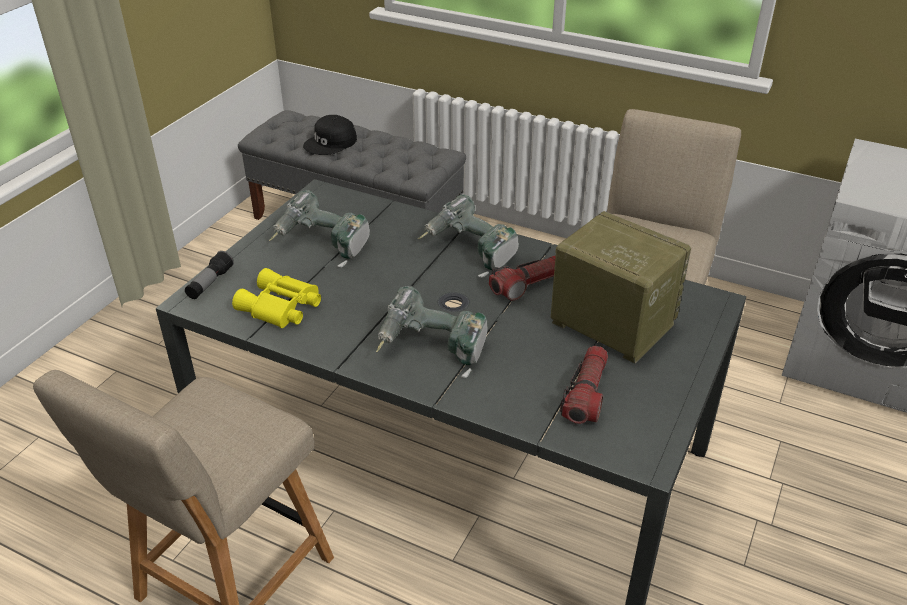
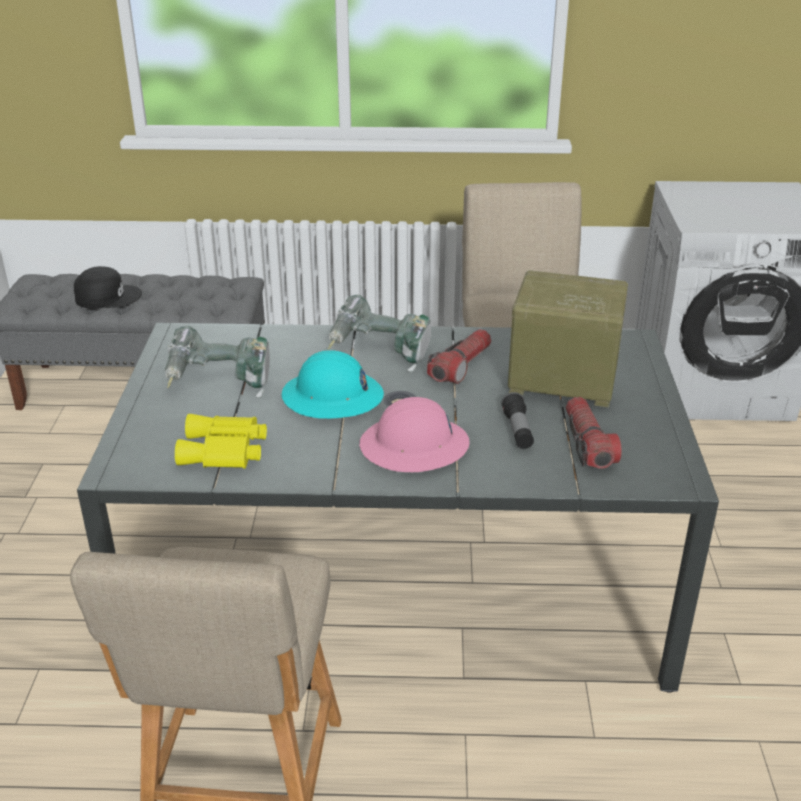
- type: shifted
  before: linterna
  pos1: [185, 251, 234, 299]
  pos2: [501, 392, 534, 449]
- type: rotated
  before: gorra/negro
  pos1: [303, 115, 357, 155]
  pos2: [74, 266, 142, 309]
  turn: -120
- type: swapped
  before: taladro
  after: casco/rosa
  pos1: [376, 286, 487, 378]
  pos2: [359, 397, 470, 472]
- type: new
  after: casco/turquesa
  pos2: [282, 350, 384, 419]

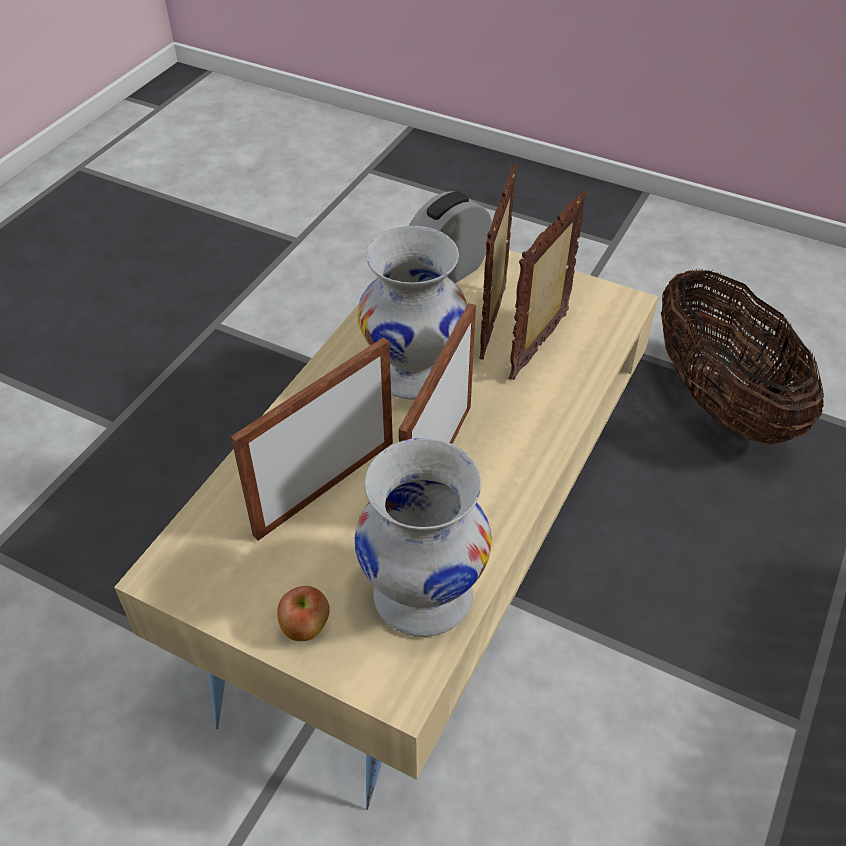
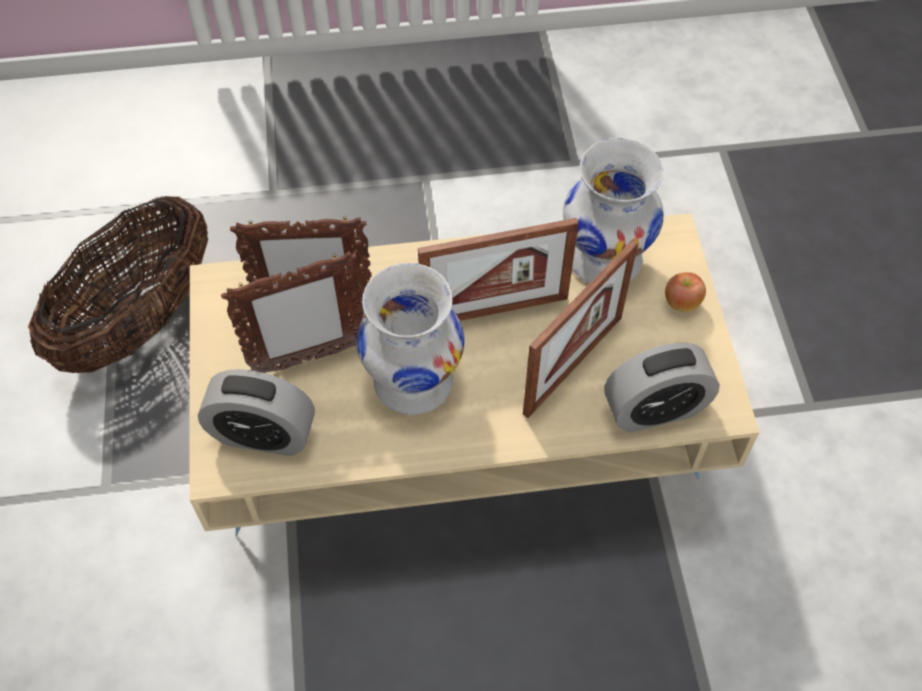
- type: rotated
  before: portarretratos
  pos1: [231, 337, 393, 541]
  pos2: [523, 240, 638, 418]
  turn: -60
- type: new
  after: despertador
  pos2: [604, 343, 720, 432]

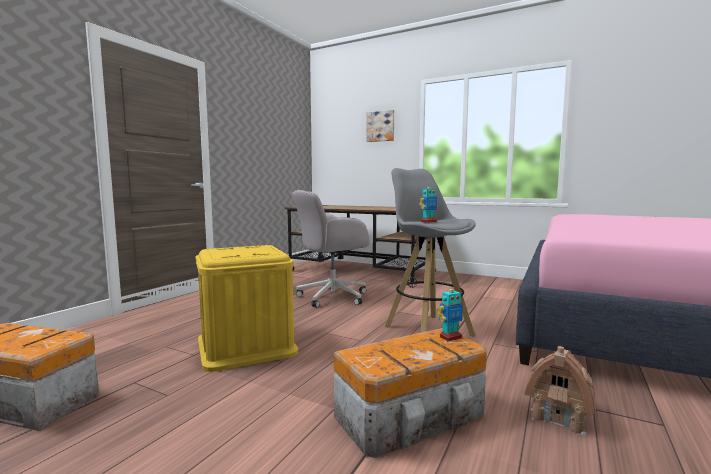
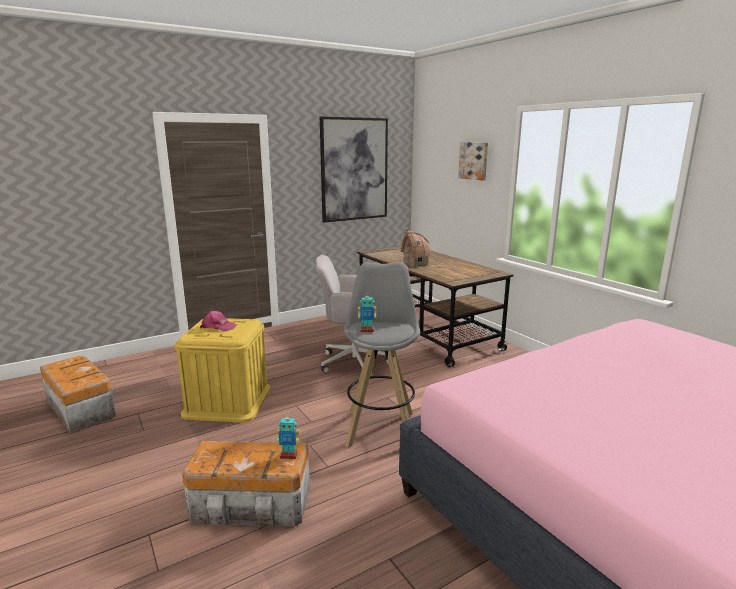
- type: shifted
  before: casita
  pos1: [524, 346, 596, 436]
  pos2: [401, 229, 431, 267]
- type: new
  after: gorra/rosa
  pos2: [200, 311, 237, 331]
- type: new
  after: cuadro
  pos2: [320, 117, 388, 223]

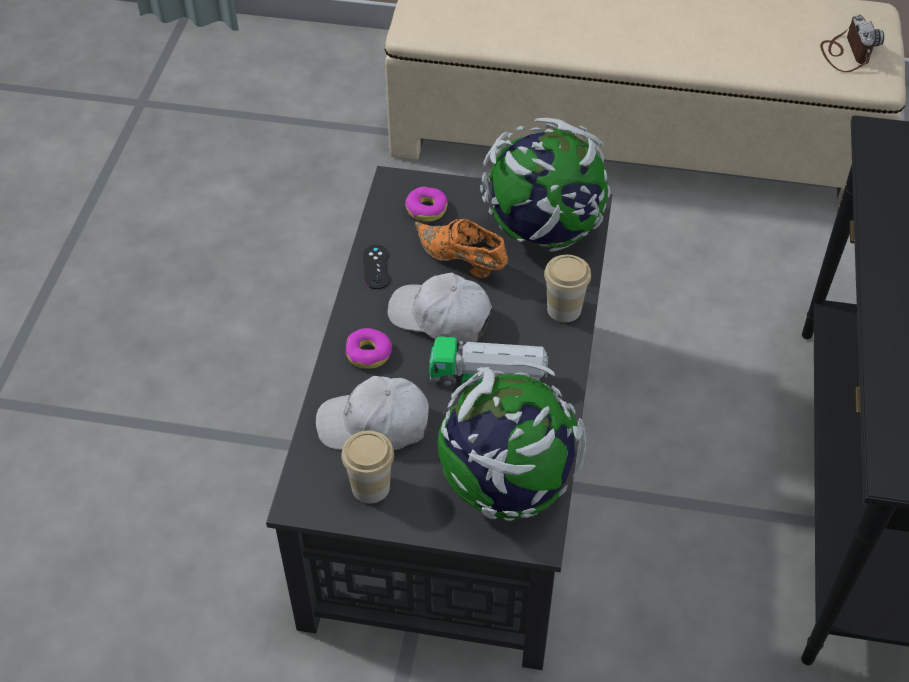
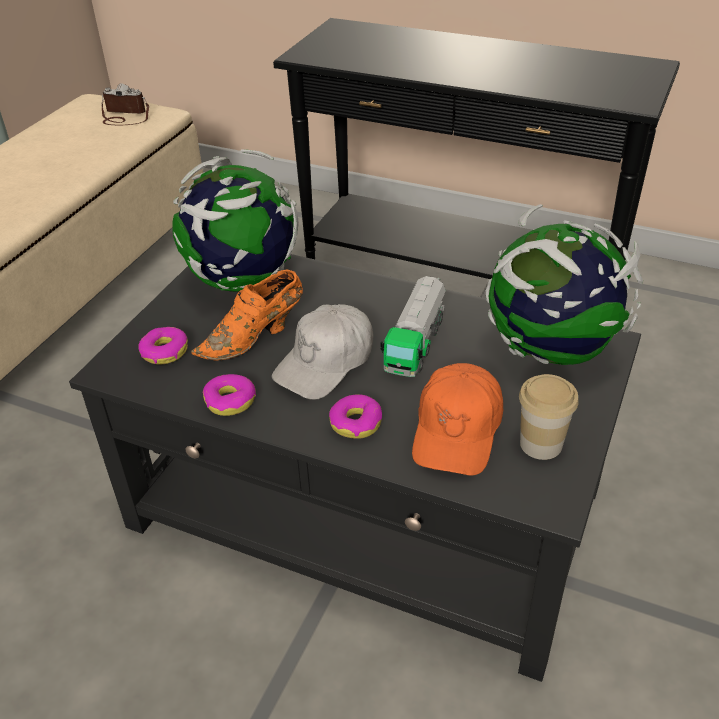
- type: repainted
  before: gorra/blanco
  after: gorra/naranja
  pos1: [316, 376, 429, 450]
  pos2: [412, 363, 503, 476]
- type: swapped
  before: mando de consola/negro
  after: rosquilla
  pos1: [363, 245, 390, 289]
  pos2: [203, 374, 256, 416]
- type: gone
  before: taza
  pos1: [544, 255, 591, 322]

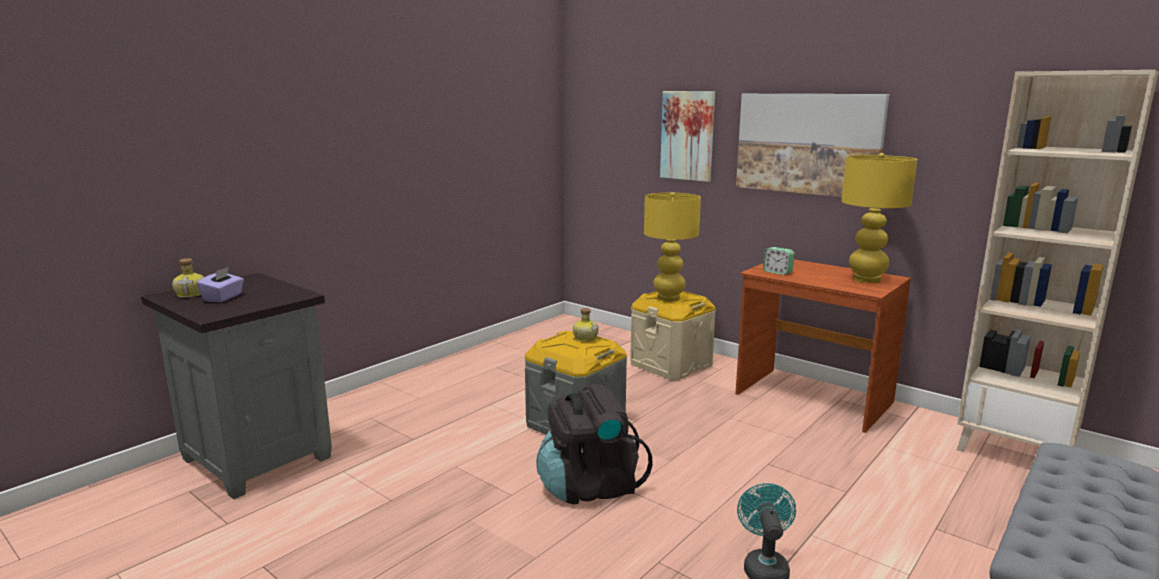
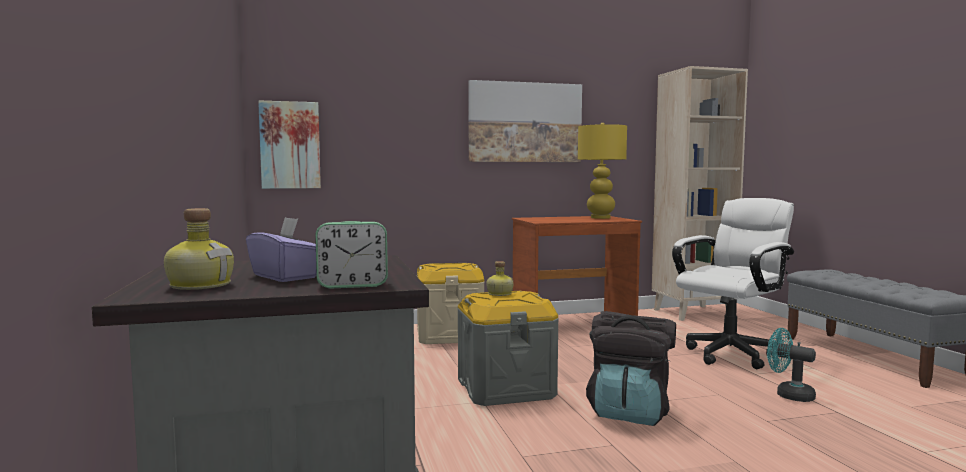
- type: gone
  before: lámpara de mesa/amarillo
  pos1: [644, 192, 701, 302]
- type: shifted
  before: cuadro
  pos1: [660, 91, 715, 182]
  pos2: [258, 101, 321, 189]
- type: shifted
  before: despertador
  pos1: [763, 247, 794, 275]
  pos2: [315, 221, 388, 289]
- type: new
  after: silla de oficina/blanco
  pos2: [672, 198, 794, 369]

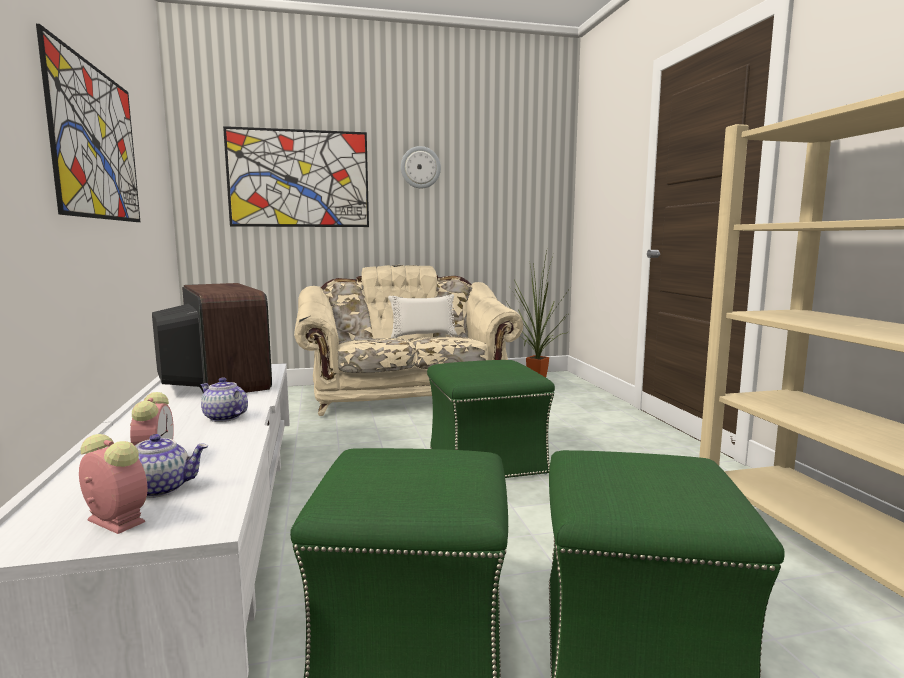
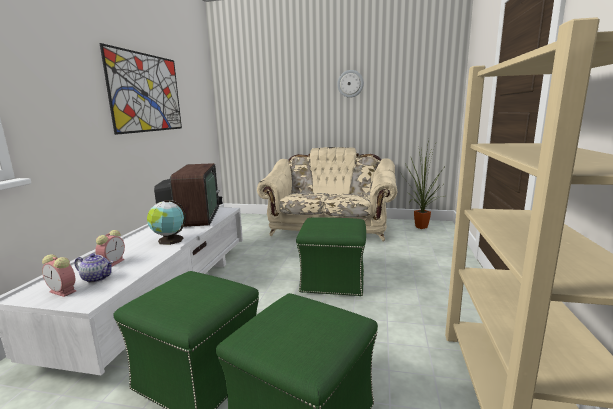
- type: rotated
  before: despertador
  pos1: [79, 434, 147, 534]
  pos2: [42, 254, 76, 297]
  turn: 150
- type: swapped
  before: tetera
  after: globo terráqueo
  pos1: [200, 378, 248, 422]
  pos2: [147, 200, 186, 245]
- type: gone
  before: cuadro
  pos1: [223, 126, 369, 227]
- type: gone
  before: cojín/blanco
  pos1: [388, 294, 457, 338]

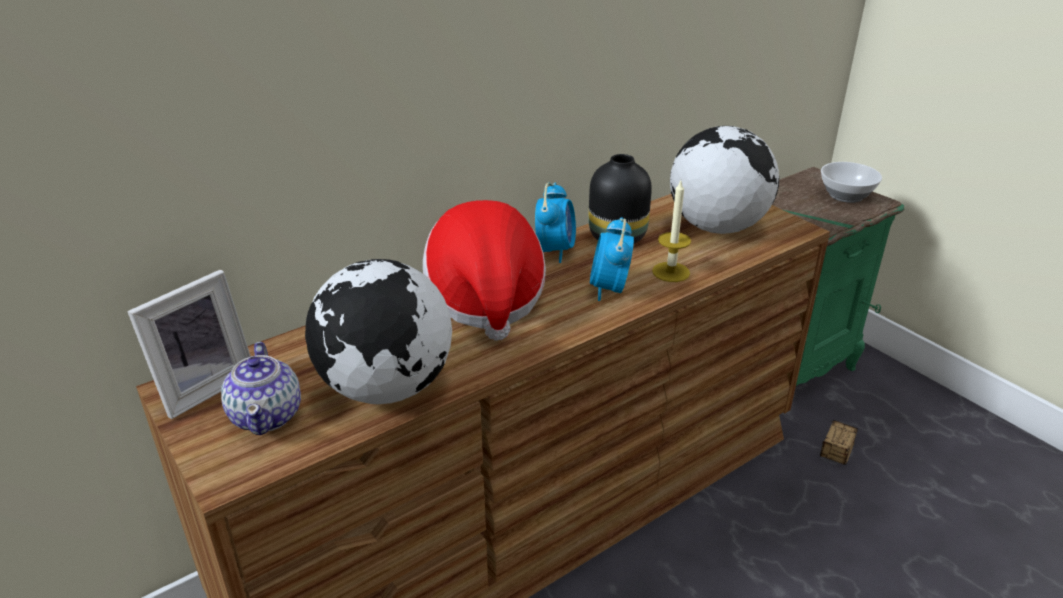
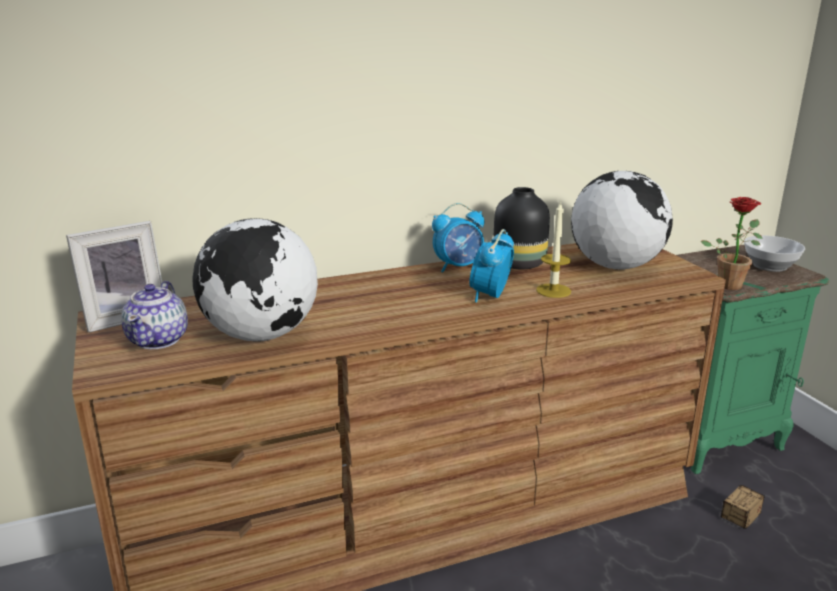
- type: gone
  before: sombrero
  pos1: [423, 200, 546, 341]
- type: rotated
  before: despertador
  pos1: [535, 183, 576, 263]
  pos2: [432, 203, 484, 273]
  turn: 45
- type: new
  after: planta en maceta
  pos2: [701, 197, 763, 290]

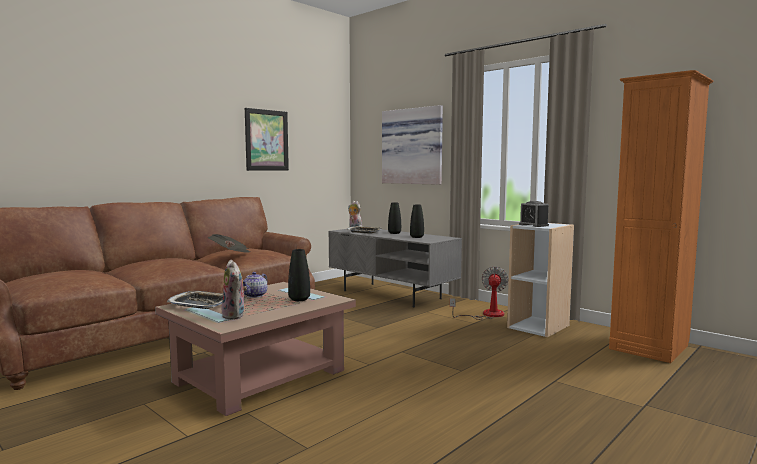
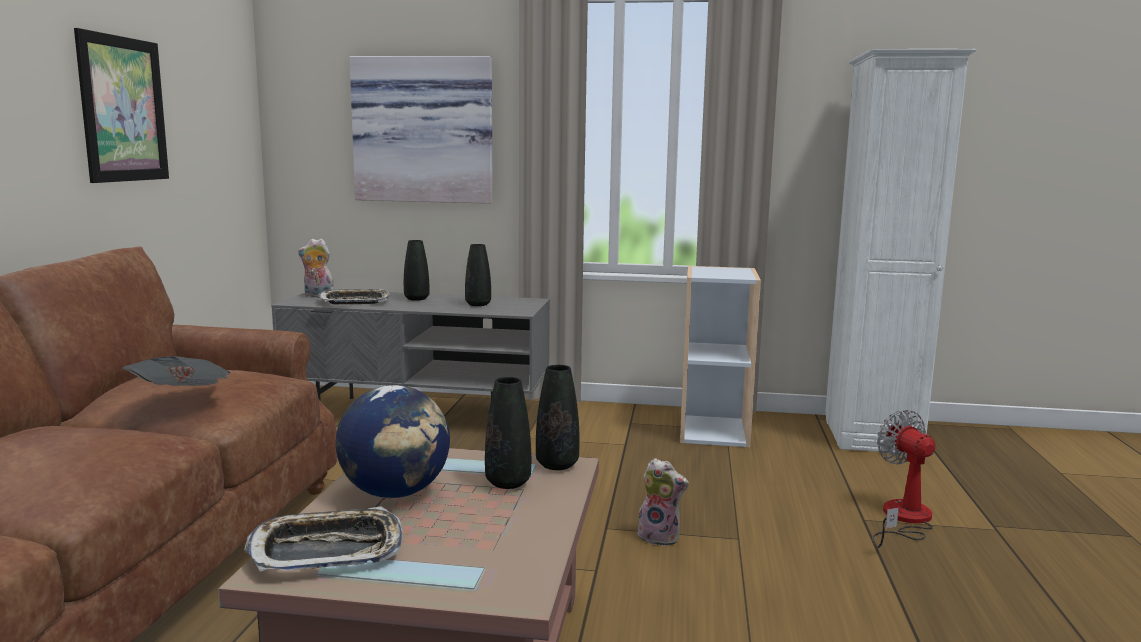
- type: shifted
  before: peluche
  pos1: [222, 260, 247, 320]
  pos2: [634, 458, 689, 547]
- type: swapped
  before: tetera
  after: globo terráqueo
  pos1: [243, 272, 268, 298]
  pos2: [336, 385, 450, 498]
- type: shifted
  before: ventilador
  pos1: [450, 266, 509, 320]
  pos2: [872, 409, 935, 548]
- type: gone
  before: despertador
  pos1: [519, 201, 549, 227]
- type: repainted
  before: armario/naranja
  after: armario/blanco
  pos1: [609, 70, 714, 363]
  pos2: [826, 49, 976, 453]
- type: new
  after: florero/negro
  pos2: [536, 365, 580, 470]

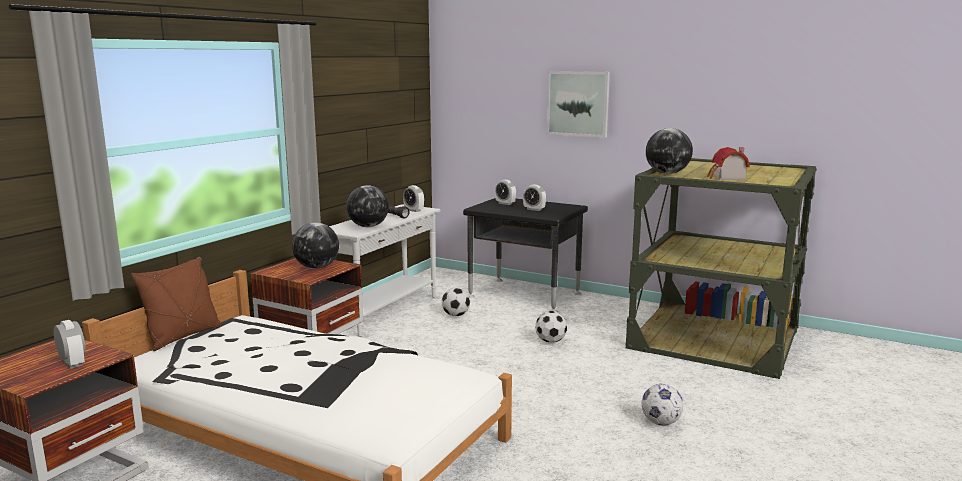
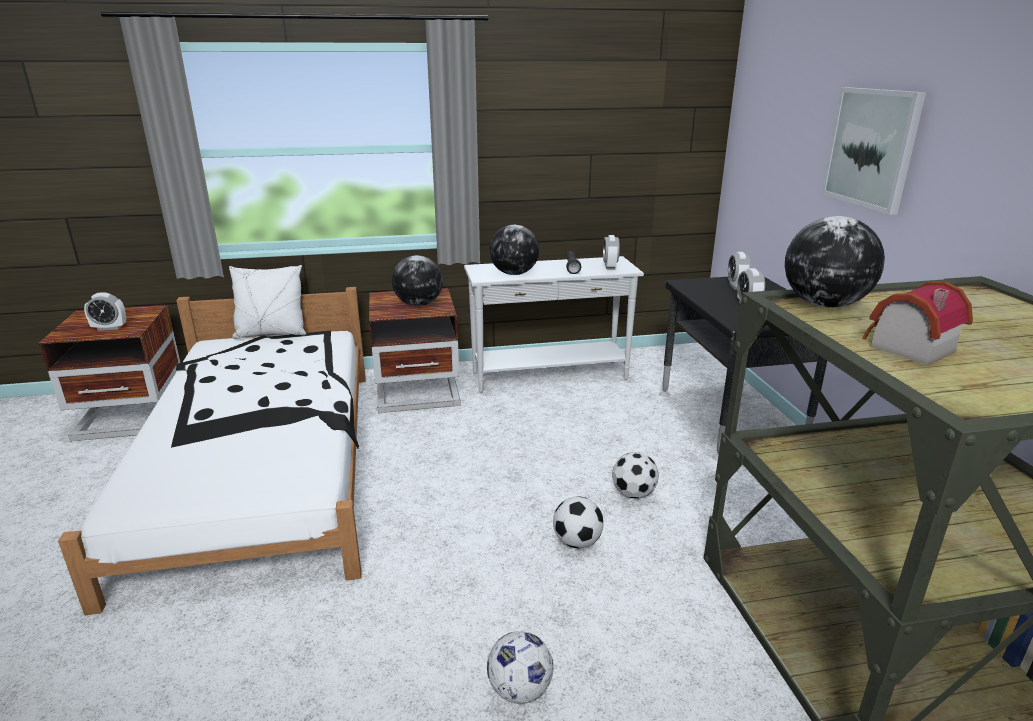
- type: rotated
  before: despertador
  pos1: [54, 320, 85, 369]
  pos2: [84, 292, 126, 331]
  turn: 75
- type: repainted
  before: cojín/marrón
  after: cojín/blanco
  pos1: [131, 257, 222, 351]
  pos2: [229, 265, 306, 339]
- type: shifted
  before: balón de fútbol
  pos1: [442, 288, 470, 316]
  pos2: [553, 497, 604, 548]

